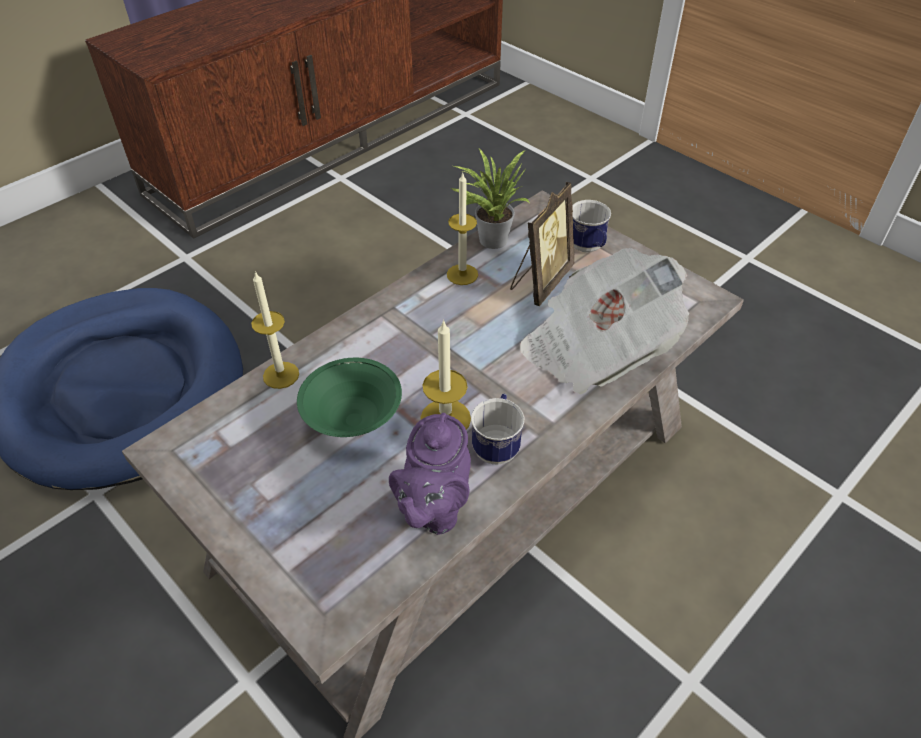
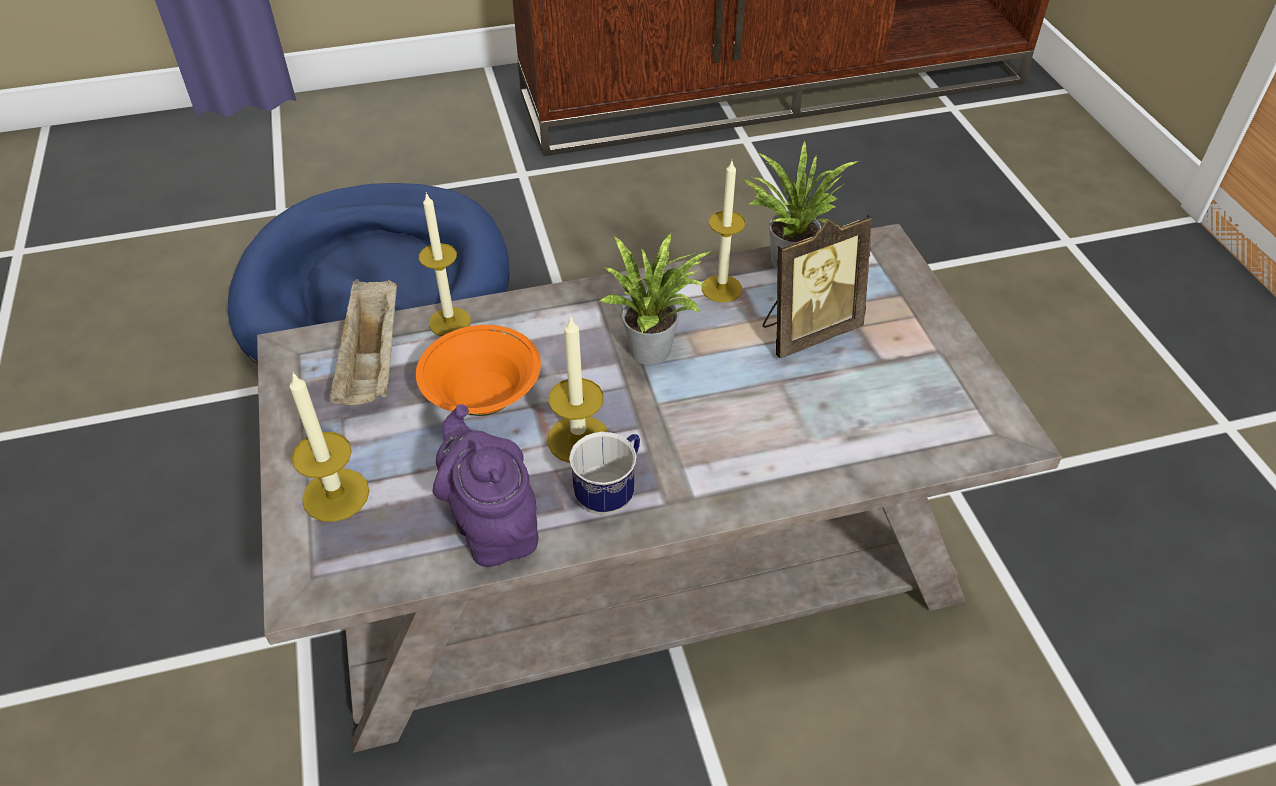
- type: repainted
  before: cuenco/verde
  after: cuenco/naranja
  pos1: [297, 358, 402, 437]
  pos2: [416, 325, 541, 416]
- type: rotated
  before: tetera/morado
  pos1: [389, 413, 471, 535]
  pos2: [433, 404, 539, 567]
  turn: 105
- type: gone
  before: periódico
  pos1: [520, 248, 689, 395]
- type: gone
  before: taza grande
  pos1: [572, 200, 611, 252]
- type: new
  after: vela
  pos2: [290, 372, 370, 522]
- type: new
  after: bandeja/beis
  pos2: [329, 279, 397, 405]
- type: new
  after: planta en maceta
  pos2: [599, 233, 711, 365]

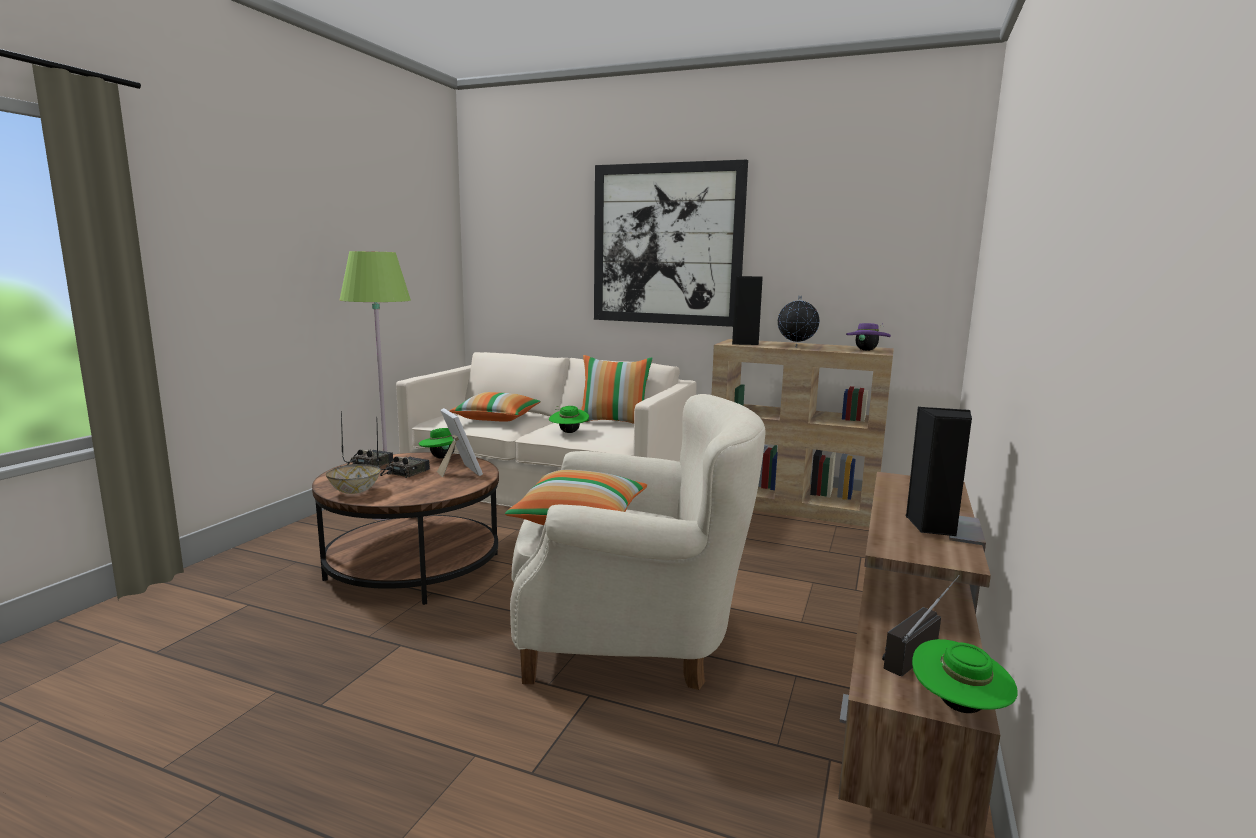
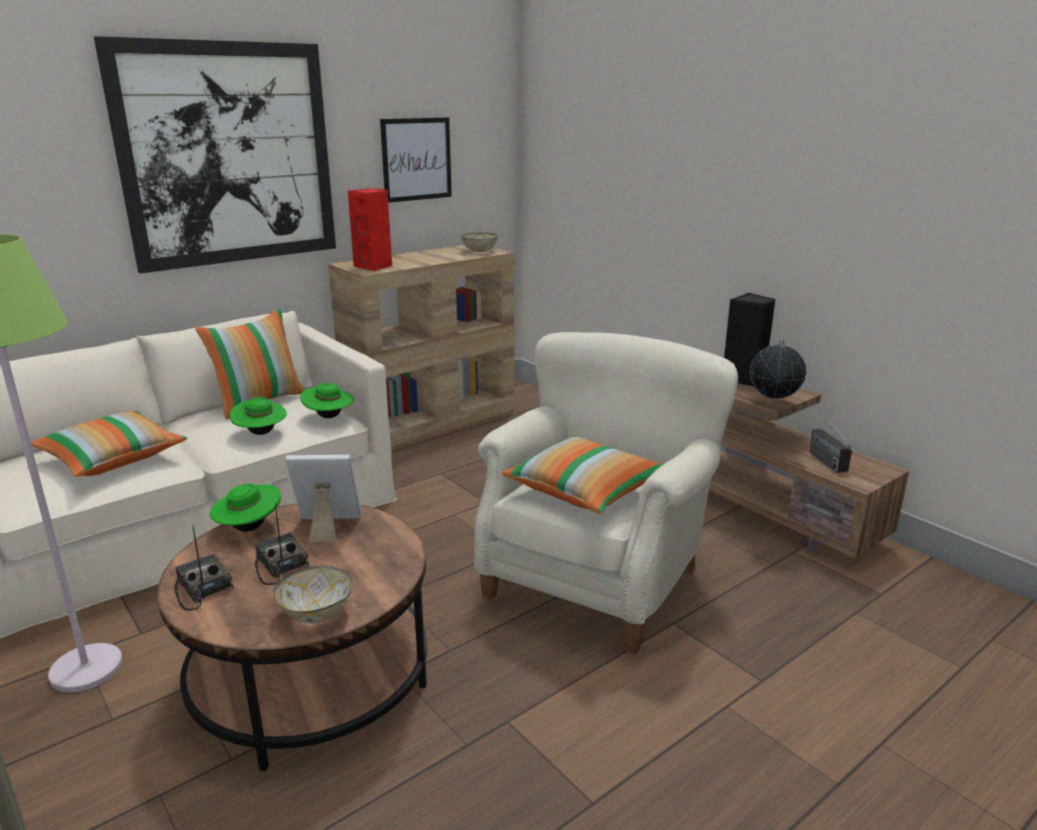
- type: repainted
  before: altavoz/negro
  after: altavoz/rojo
  pos1: [732, 276, 763, 345]
  pos2: [348, 188, 393, 271]
- type: shifted
  before: globo terráqueo
  pos1: [778, 296, 820, 348]
  pos2: [750, 340, 806, 404]
- type: swapped
  before: sombrero/morado
  after: cuenco
  pos1: [846, 323, 891, 351]
  pos2: [461, 232, 499, 252]
- type: shifted
  before: sombrero/verde
  pos1: [912, 639, 1018, 713]
  pos2: [300, 383, 354, 418]
- type: new
  after: cuadro
  pos2: [380, 117, 452, 203]

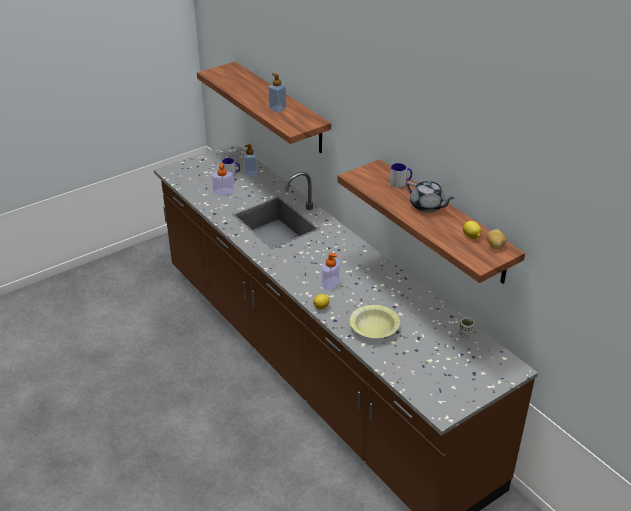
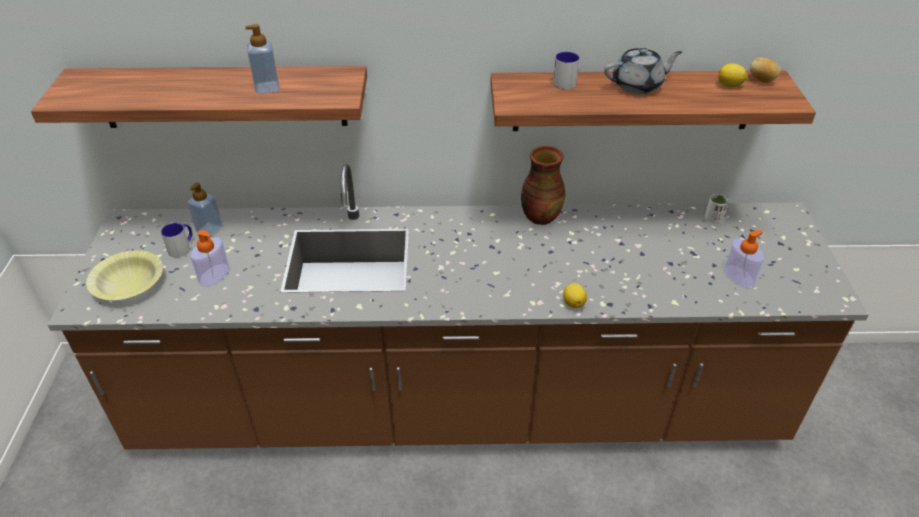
- type: shifted
  before: dispensador de jabón
  pos1: [322, 253, 340, 290]
  pos2: [724, 230, 764, 288]
- type: shifted
  before: cuenco/amarillo
  pos1: [350, 305, 400, 338]
  pos2: [86, 250, 163, 300]
- type: new
  after: florero
  pos2: [521, 146, 565, 225]

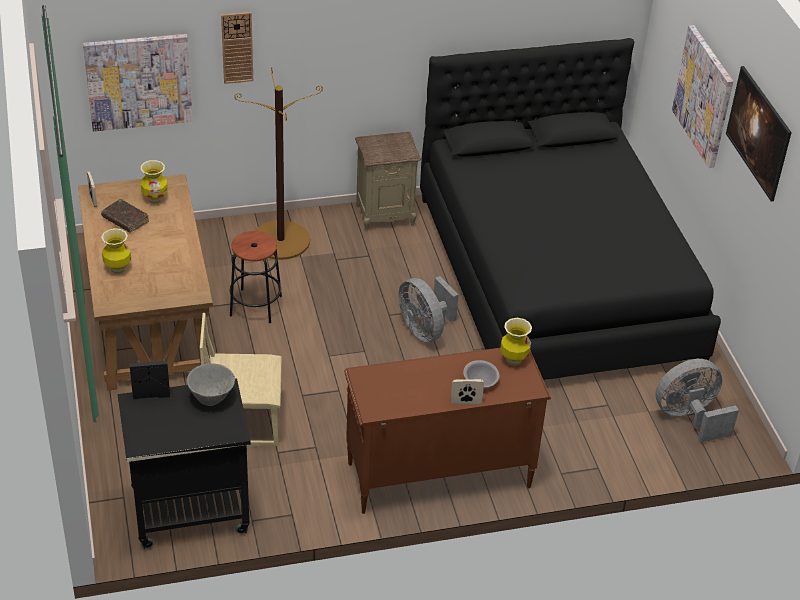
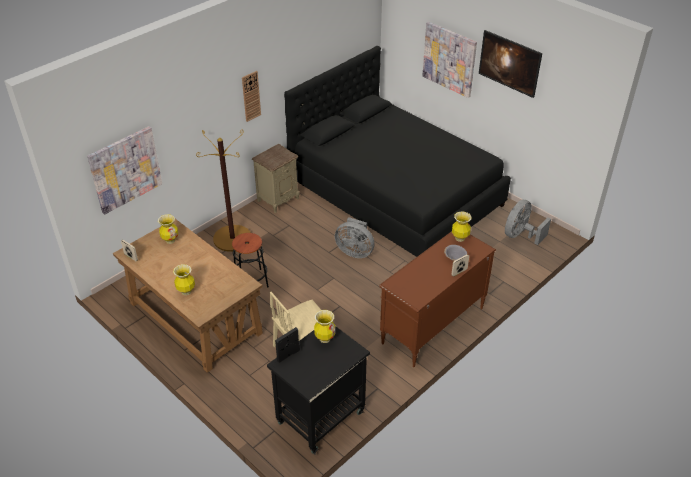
- type: gone
  before: libro/marrón
  pos1: [101, 199, 149, 232]
- type: swapped
  before: cuenco/gris
  after: florero
  pos1: [187, 363, 235, 406]
  pos2: [314, 310, 335, 343]
- type: shifted
  before: reloj de pared
  pos1: [221, 12, 253, 84]
  pos2: [242, 71, 261, 122]

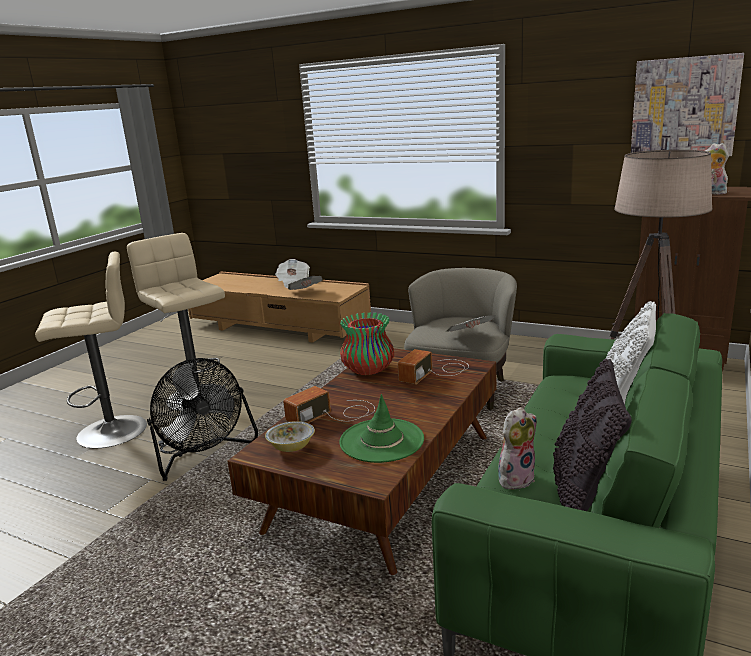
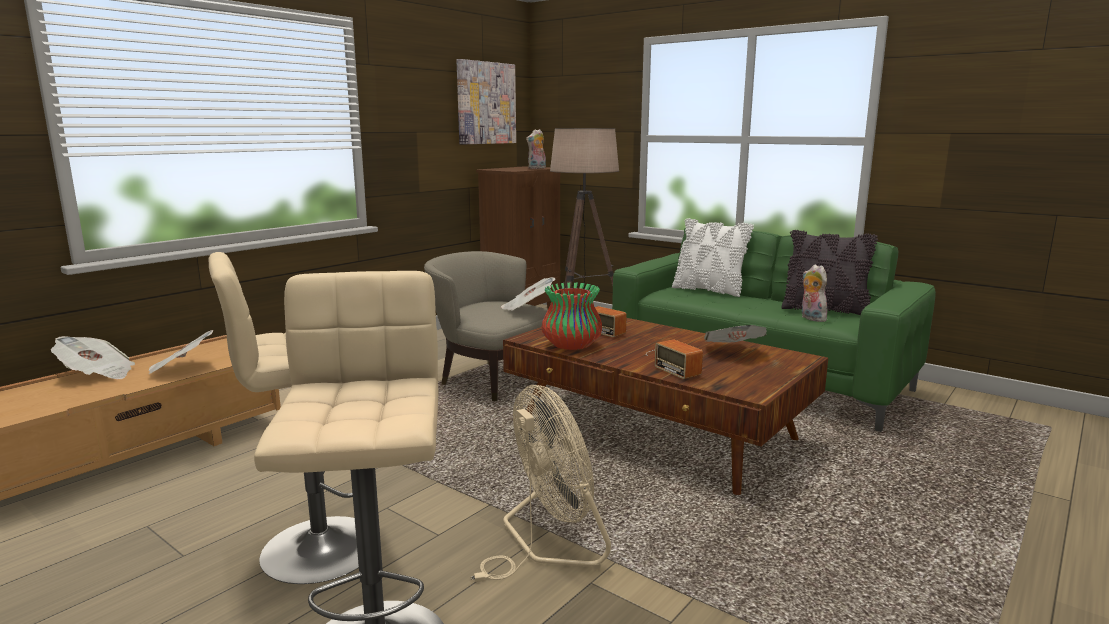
- type: repainted
  before: ventilador/negro
  after: ventilador/beis
  pos1: [147, 358, 258, 481]
  pos2: [471, 385, 611, 582]
- type: gone
  before: cuenco
  pos1: [265, 421, 315, 452]
- type: swapped
  before: sombrero/verde
  after: periódico
  pos1: [339, 394, 424, 463]
  pos2: [704, 325, 767, 343]

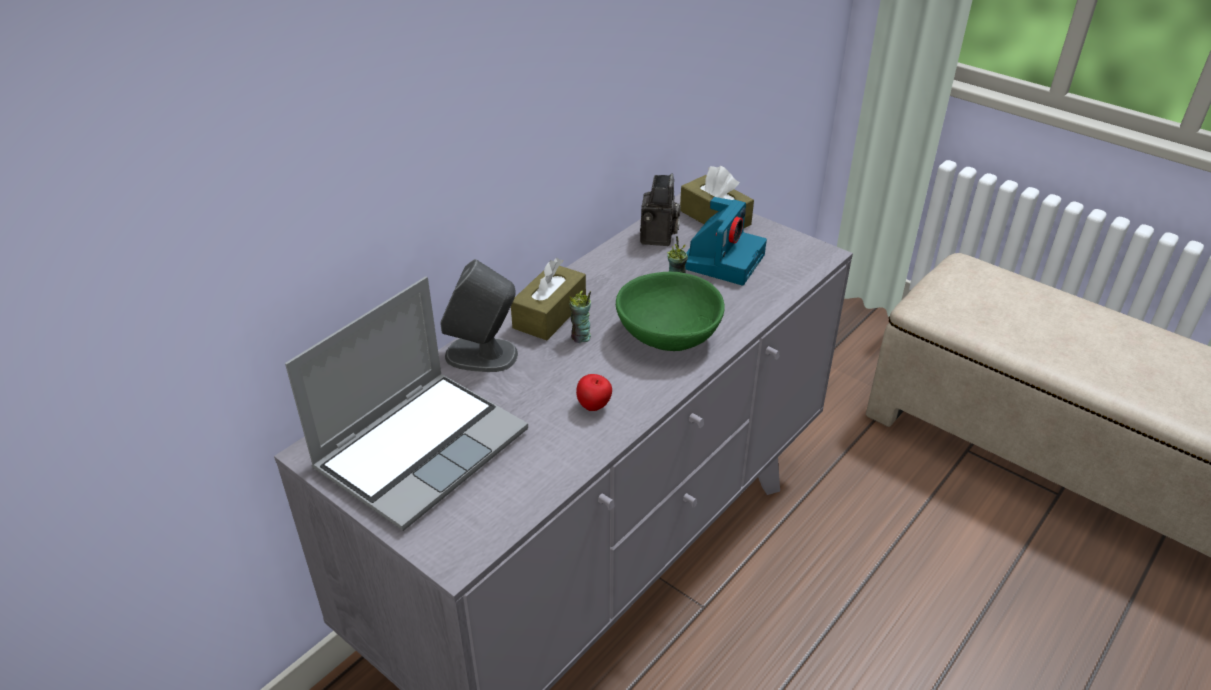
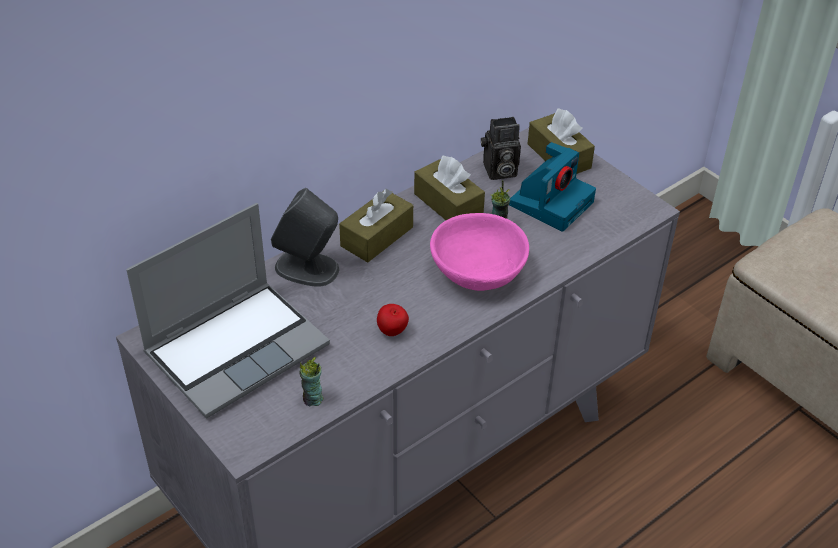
- type: shifted
  before: taza
  pos1: [569, 290, 591, 343]
  pos2: [299, 357, 323, 407]
- type: repainted
  before: cuenco/verde
  after: cuenco/rosa
  pos1: [616, 272, 725, 351]
  pos2: [430, 213, 529, 291]
- type: rotated
  before: cámara
  pos1: [640, 174, 681, 246]
  pos2: [481, 117, 521, 180]
  turn: 60
- type: new
  after: caja de pañuelos/marrón
  pos2: [414, 156, 485, 220]

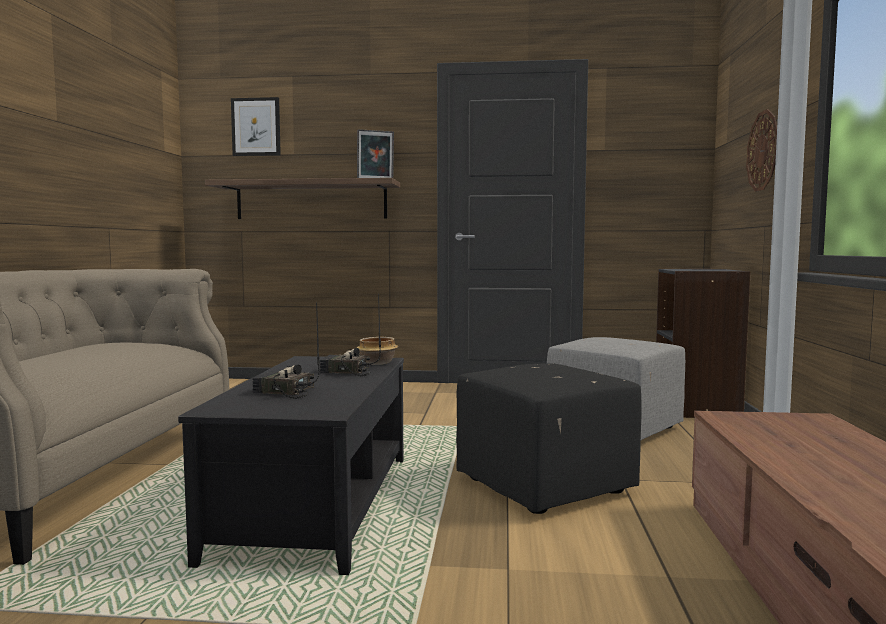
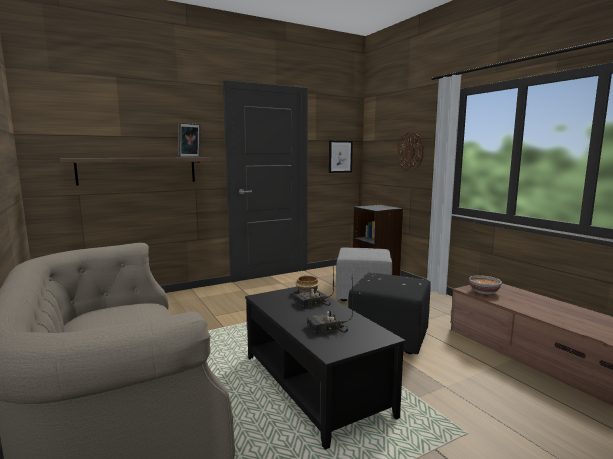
- type: shifted
  before: cuadro
  pos1: [231, 97, 281, 156]
  pos2: [329, 141, 353, 173]
- type: new
  after: cuenco
  pos2: [469, 275, 502, 295]

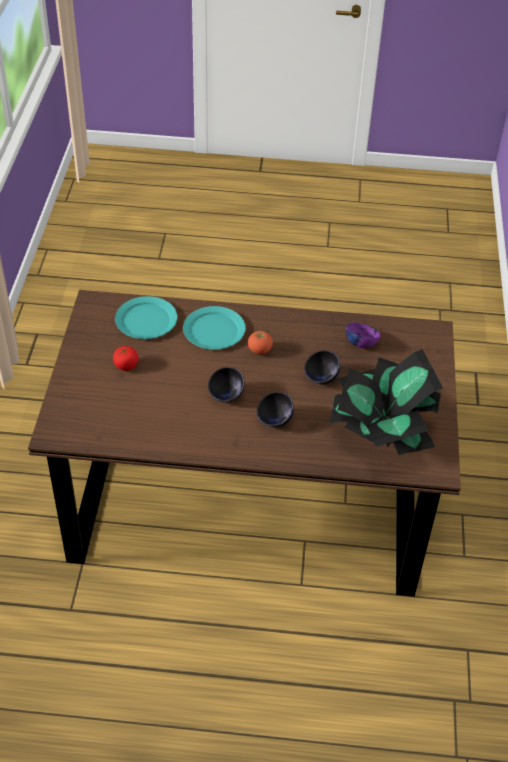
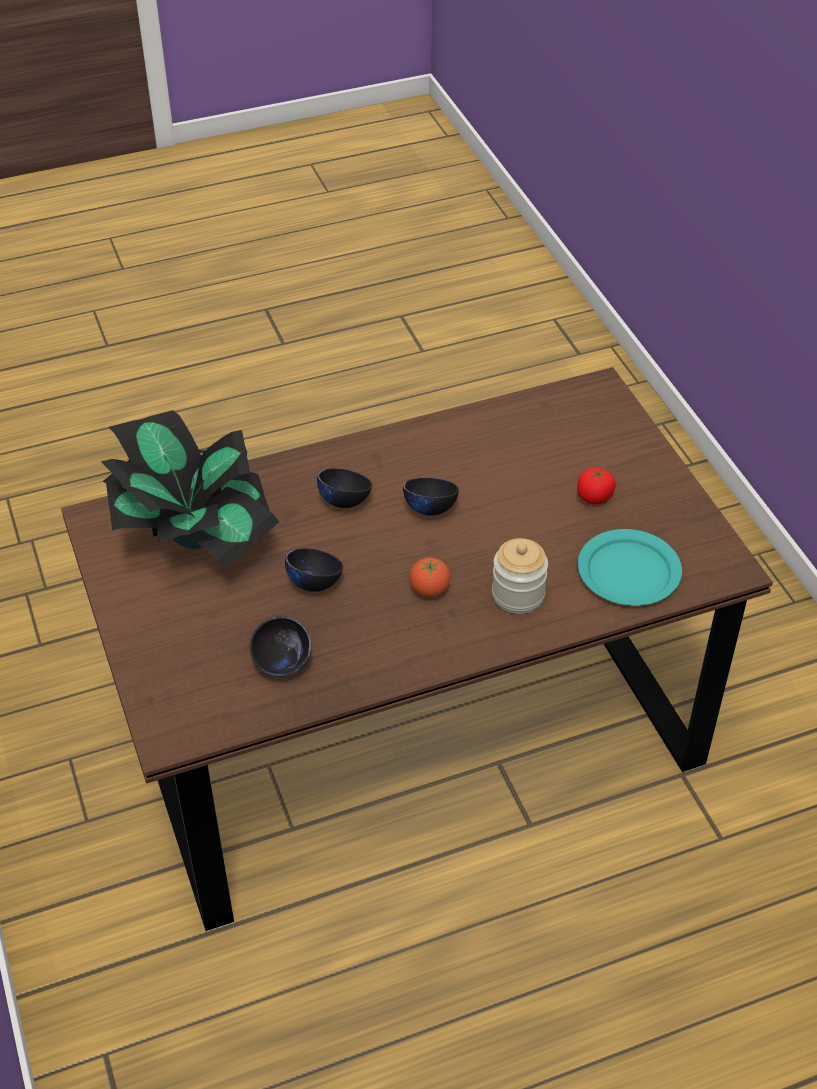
- type: swapped
  before: plato/turquesa
  after: tarro
  pos1: [183, 306, 246, 350]
  pos2: [492, 538, 548, 614]
- type: repainted
  before: cuenco/morado
  after: cuenco/negro
  pos1: [346, 323, 381, 348]
  pos2: [250, 616, 311, 677]

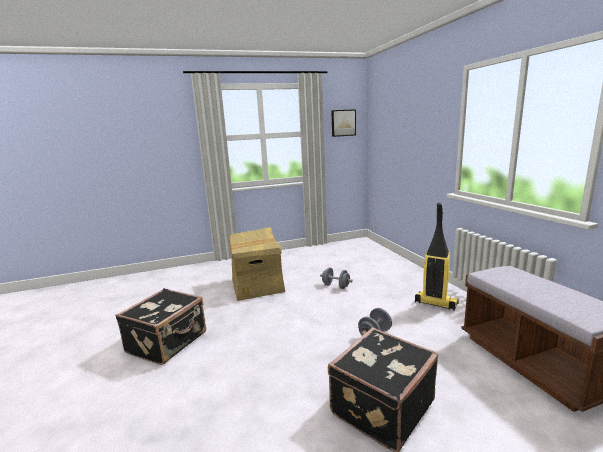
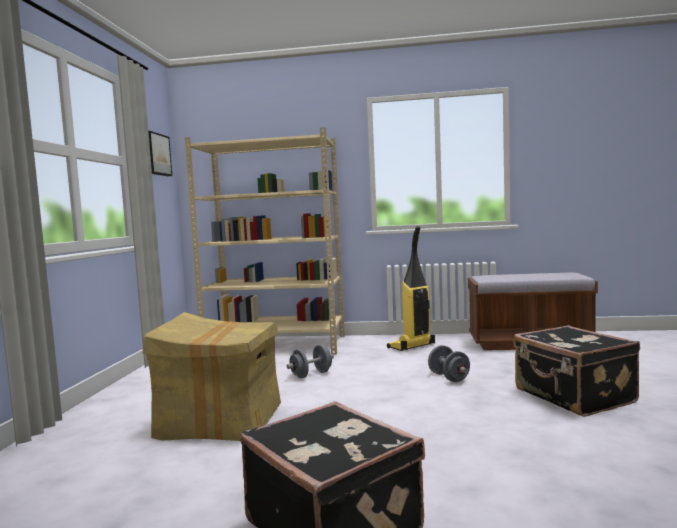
- type: new
  after: estantería/beis
  pos2: [185, 127, 345, 355]

